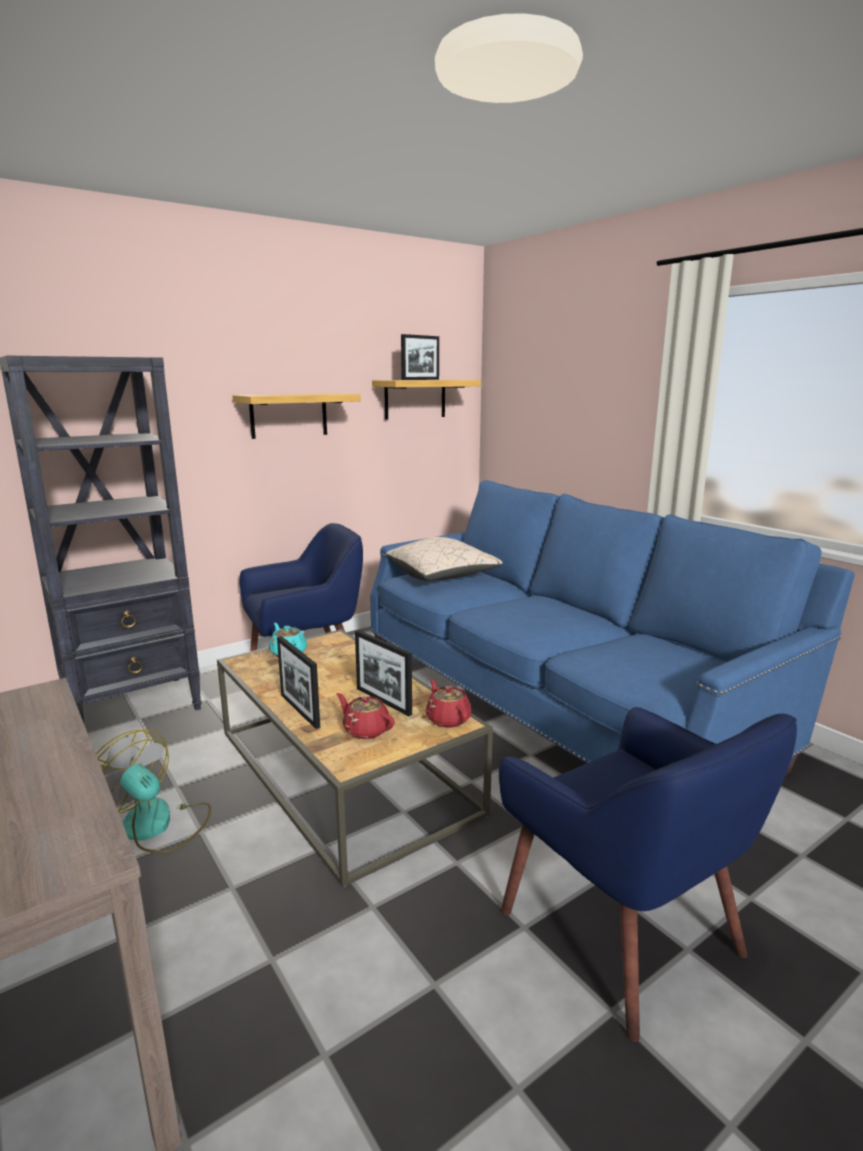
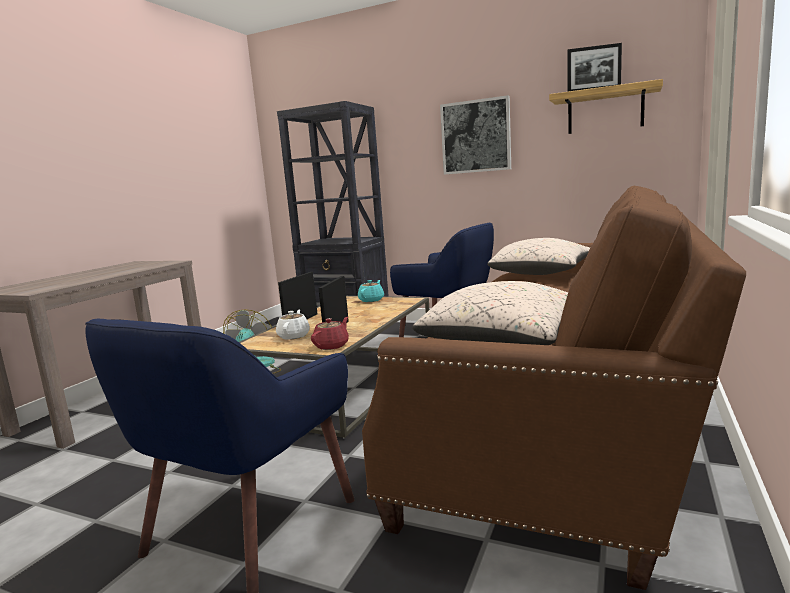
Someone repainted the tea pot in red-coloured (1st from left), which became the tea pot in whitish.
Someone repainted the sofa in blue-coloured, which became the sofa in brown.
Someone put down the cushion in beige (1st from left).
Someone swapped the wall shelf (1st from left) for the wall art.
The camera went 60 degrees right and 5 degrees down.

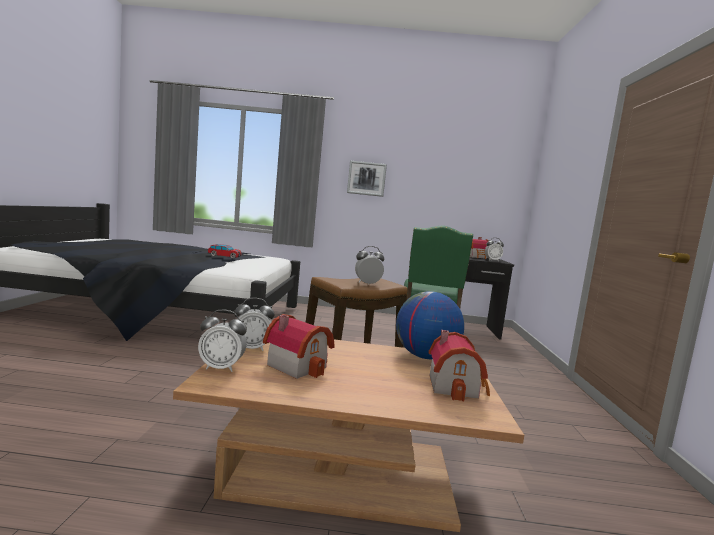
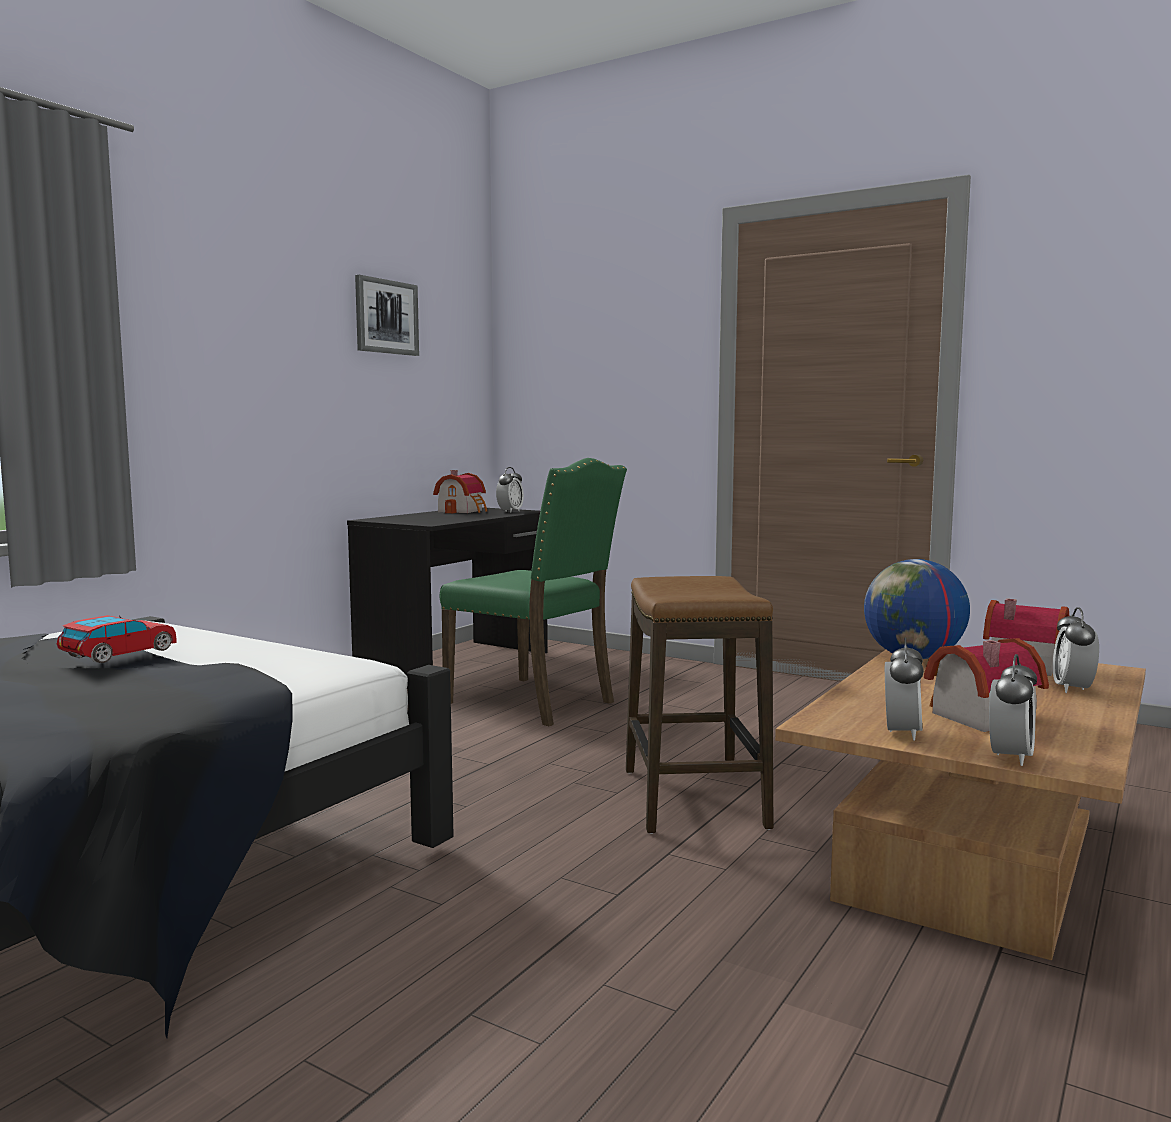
Someone carried the wall art.
Someone carried the alarm clock (3rd from left in the first image).
The camera went 60 degrees left and 0 degrees up.

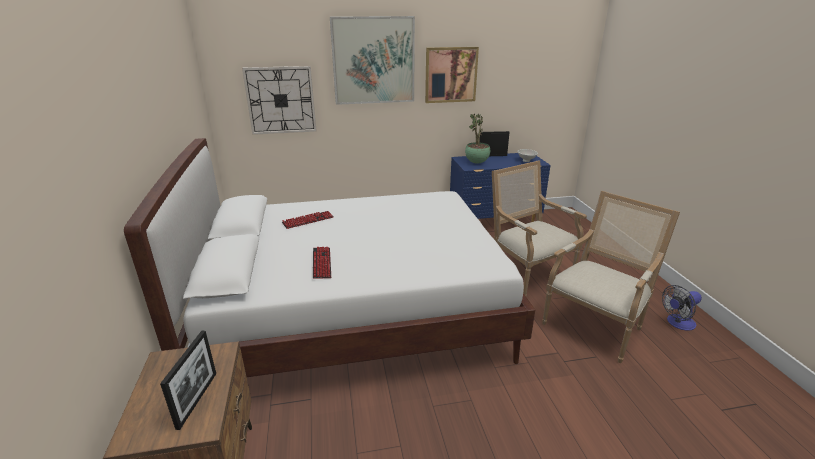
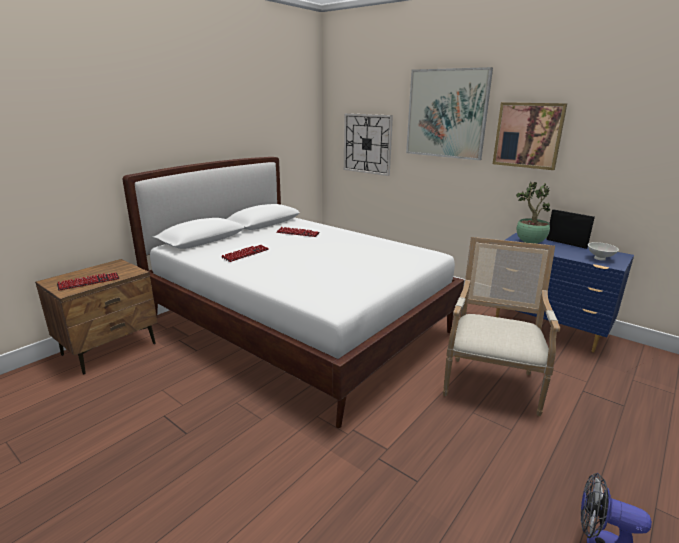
Someone swapped the picture frame (1st from left) for the keyboard (1st from left).
Someone took away the armchair (2nd from left).
The camera went 50 degrees right and 5 degrees down.

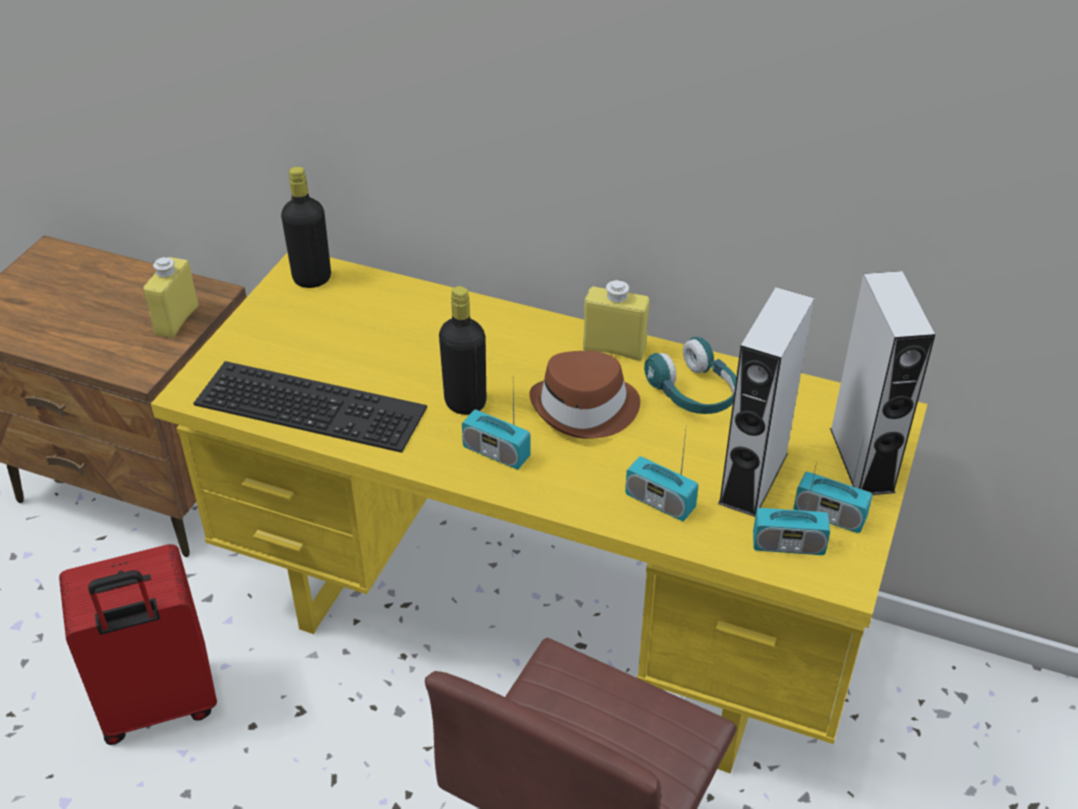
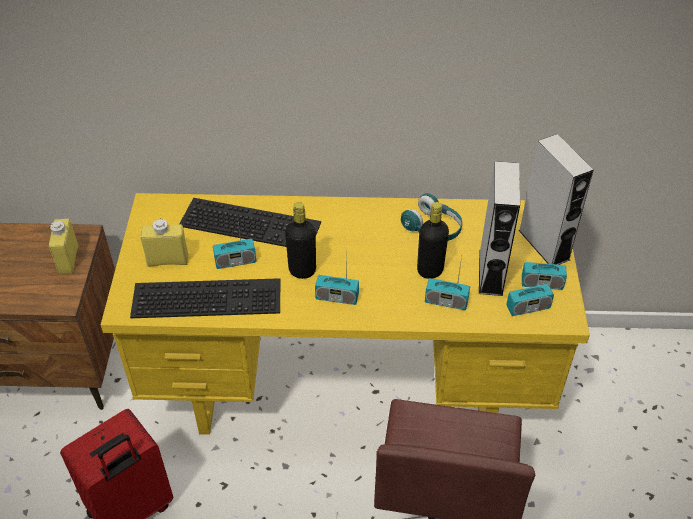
Someone carried the drink bottle in yellow (2nd from left).
Someone put down the keyboard (2nd from left).
Someone put down the radio (1st from left).
Someone carried the drink bottle in blackish (1st from left in the first image).
Someone took away the wearable hat in brown.
The camera went 20 degrees left and 5 degrees up.

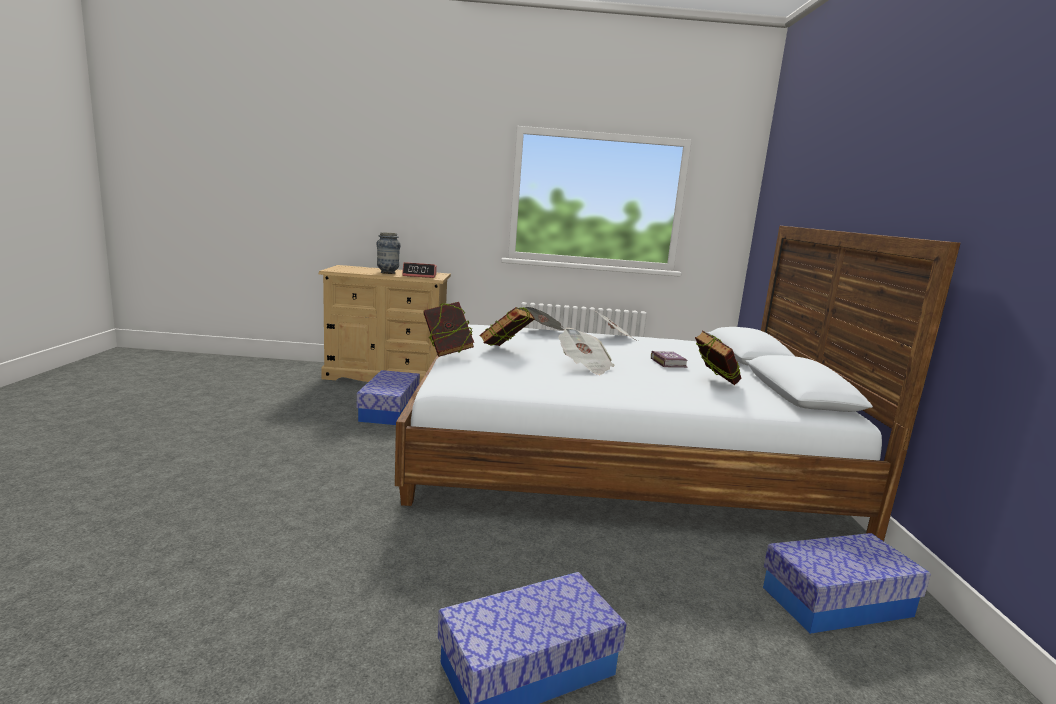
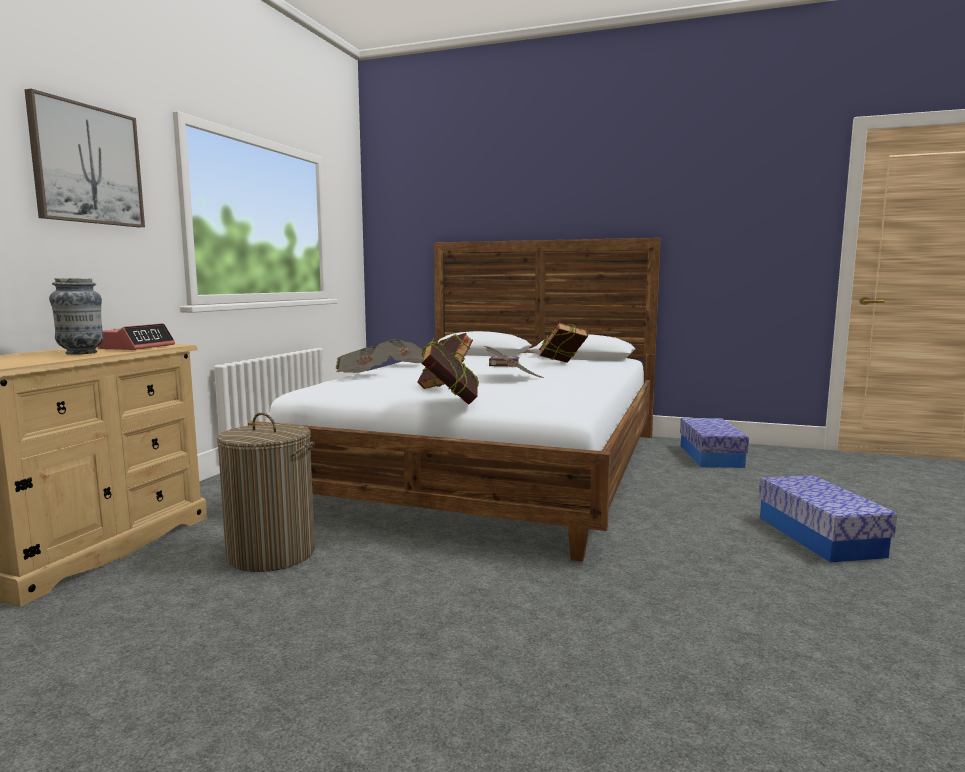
Someone put up the wall art.
Someone swapped the storage bin (1st from left) for the washing basket.
The camera went 70 degrees left and 5 degrees down.

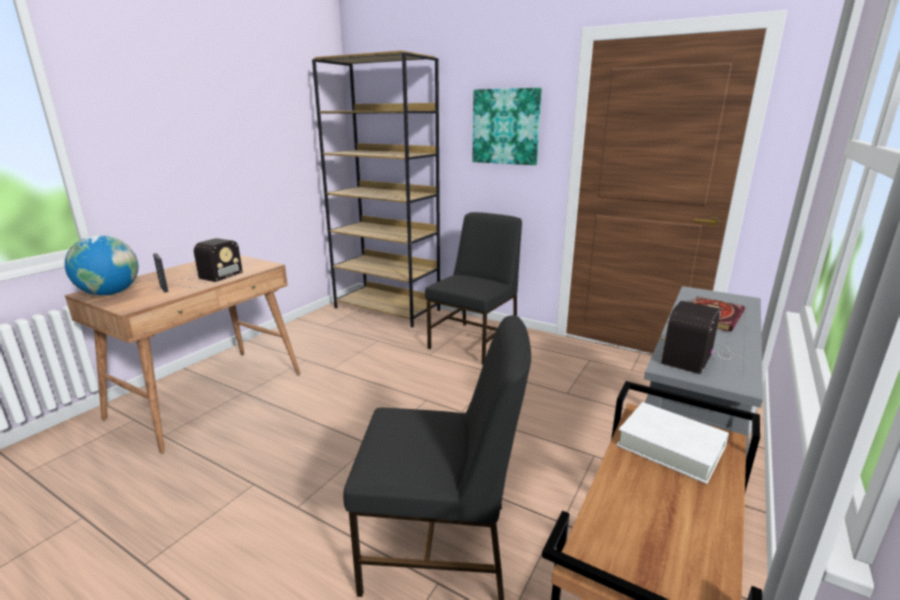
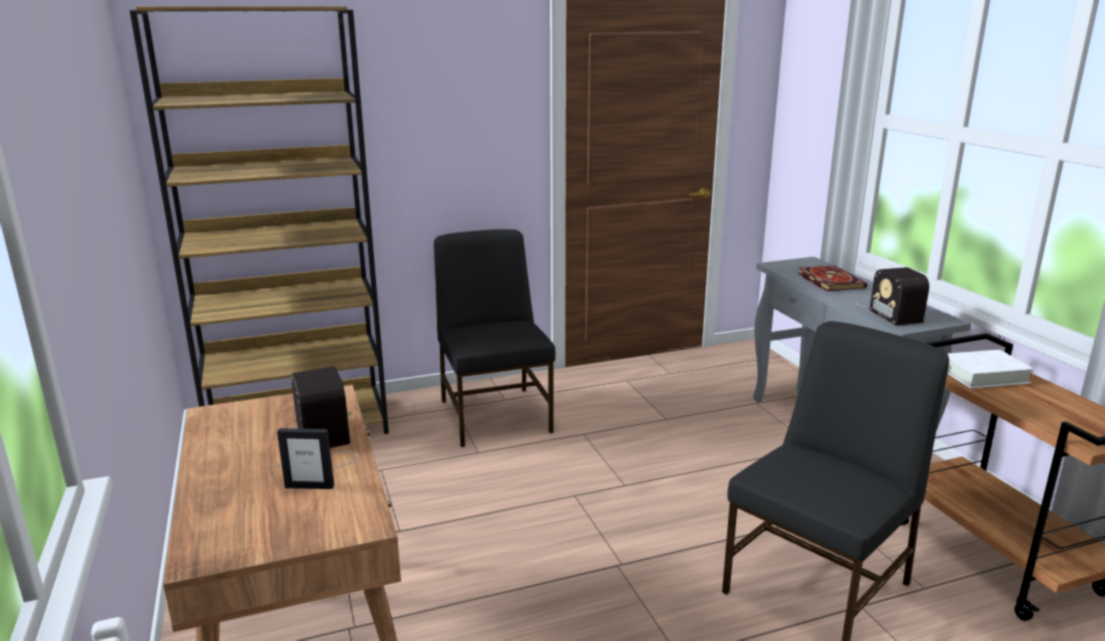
Someone took away the globe.
Someone took away the wall art.
The camera went 50 degrees left and 0 degrees up.

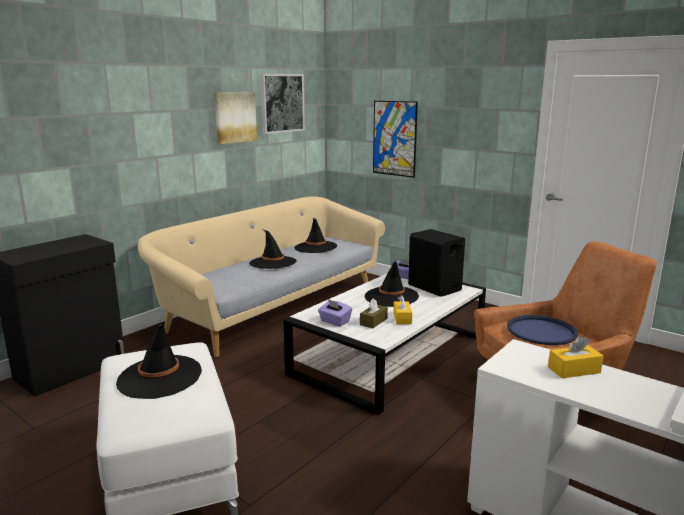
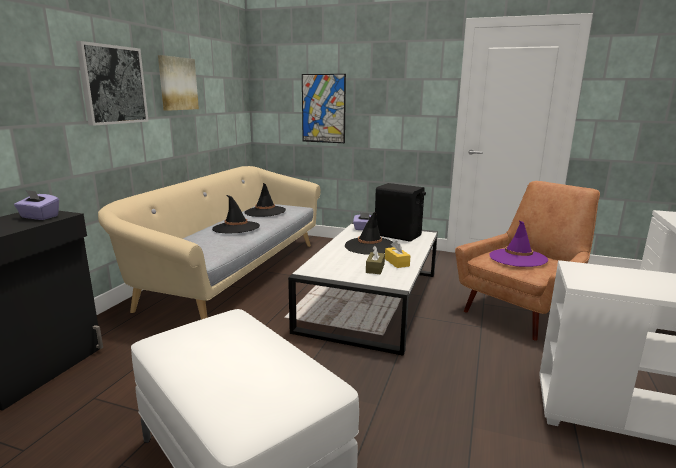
Someone carried the tissue box in purple (1st from left).
Someone carried the wall art (2nd from left in the first image).
Someone swapped the serving tray in blue-coloured for the wearable hat in purple.
Someone took away the wearable hat in blackish (1st from left).
Someone took away the tissue box in yellow (2nd from left).
The camera went 20 degrees left and 0 degrees up.

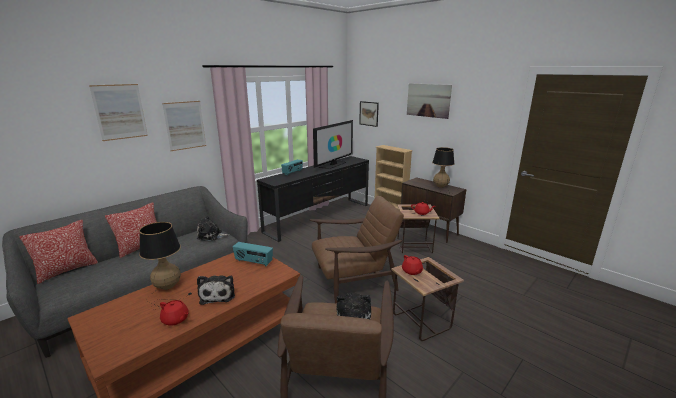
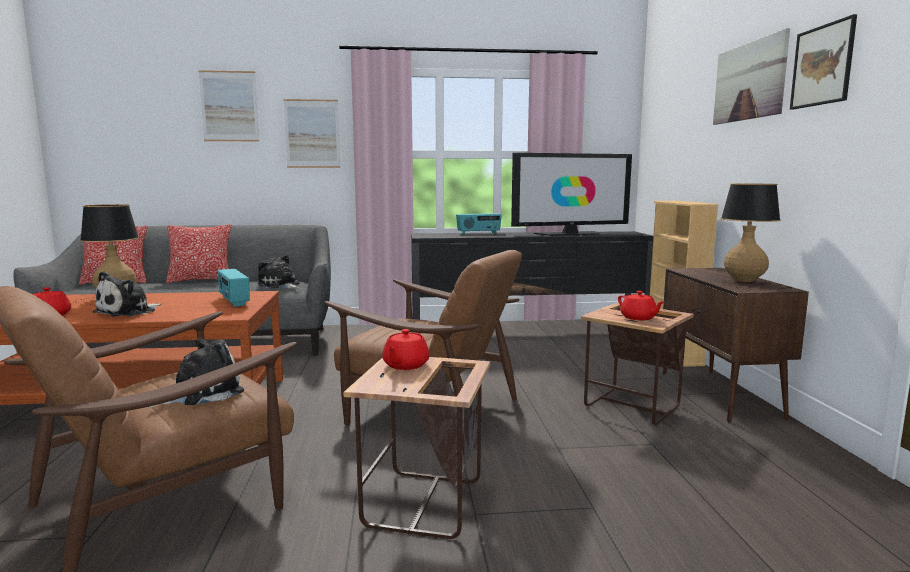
Someone carried the wall art (3rd from left in the first image).
The camera went 40 degrees right and 10 degrees down.

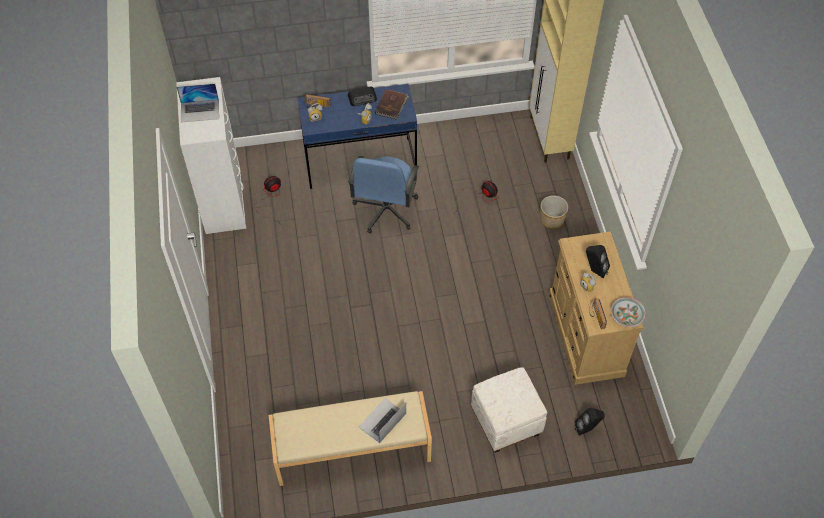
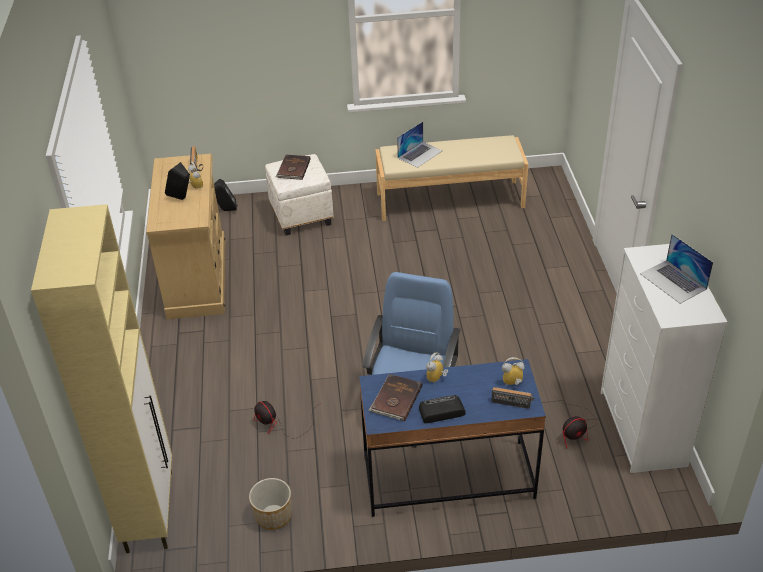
Someone carried the flower pot.
Someone put down the book in brown (1st from left).
Someone rotated the notebook computer (1st from left in the first image) by 120 degrees counterclockwise.
Someone took away the bowl.
The camera went 175 degrees left and 15 degrees down.

